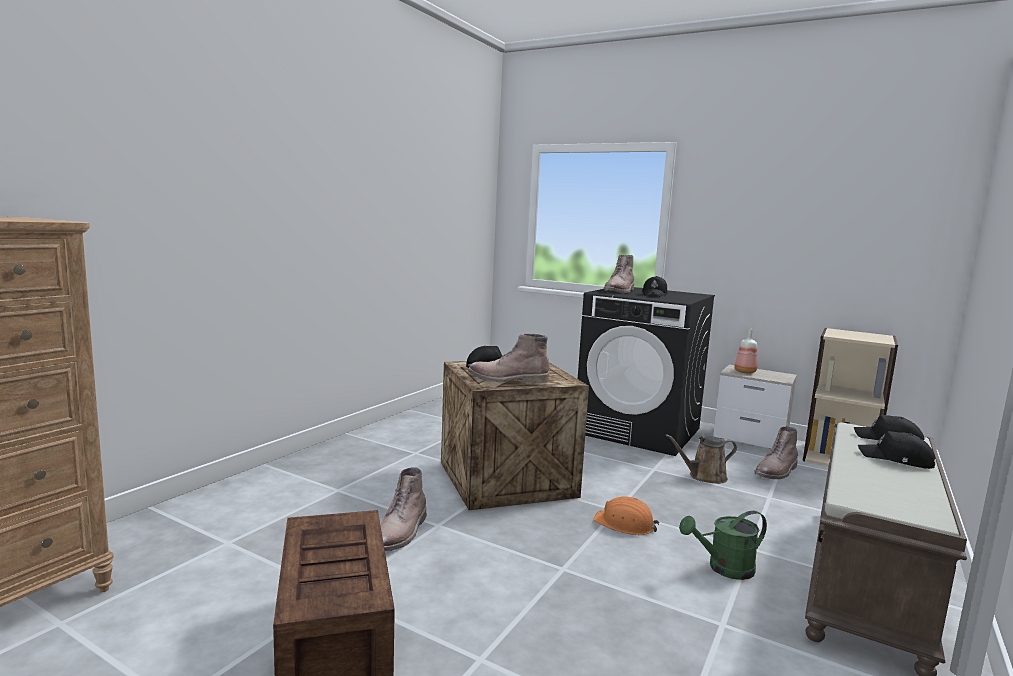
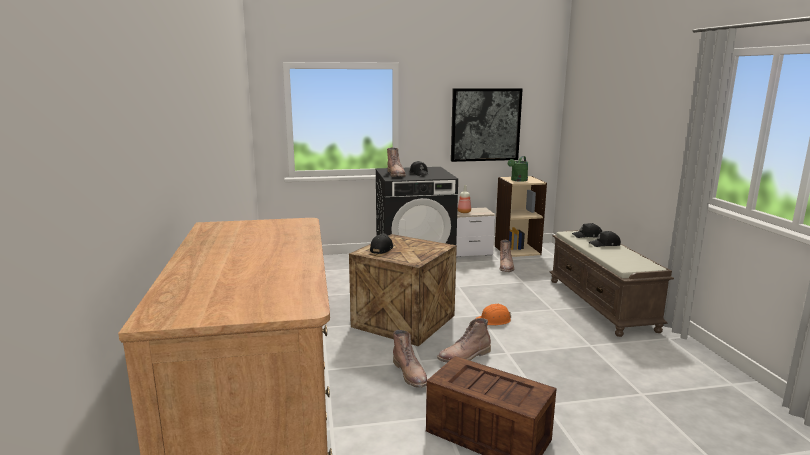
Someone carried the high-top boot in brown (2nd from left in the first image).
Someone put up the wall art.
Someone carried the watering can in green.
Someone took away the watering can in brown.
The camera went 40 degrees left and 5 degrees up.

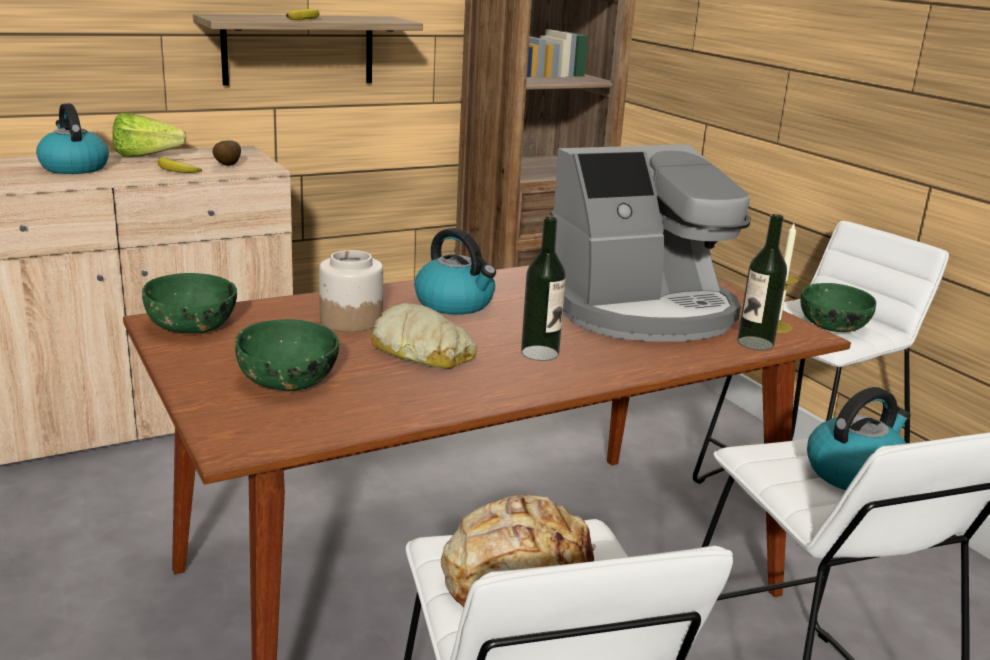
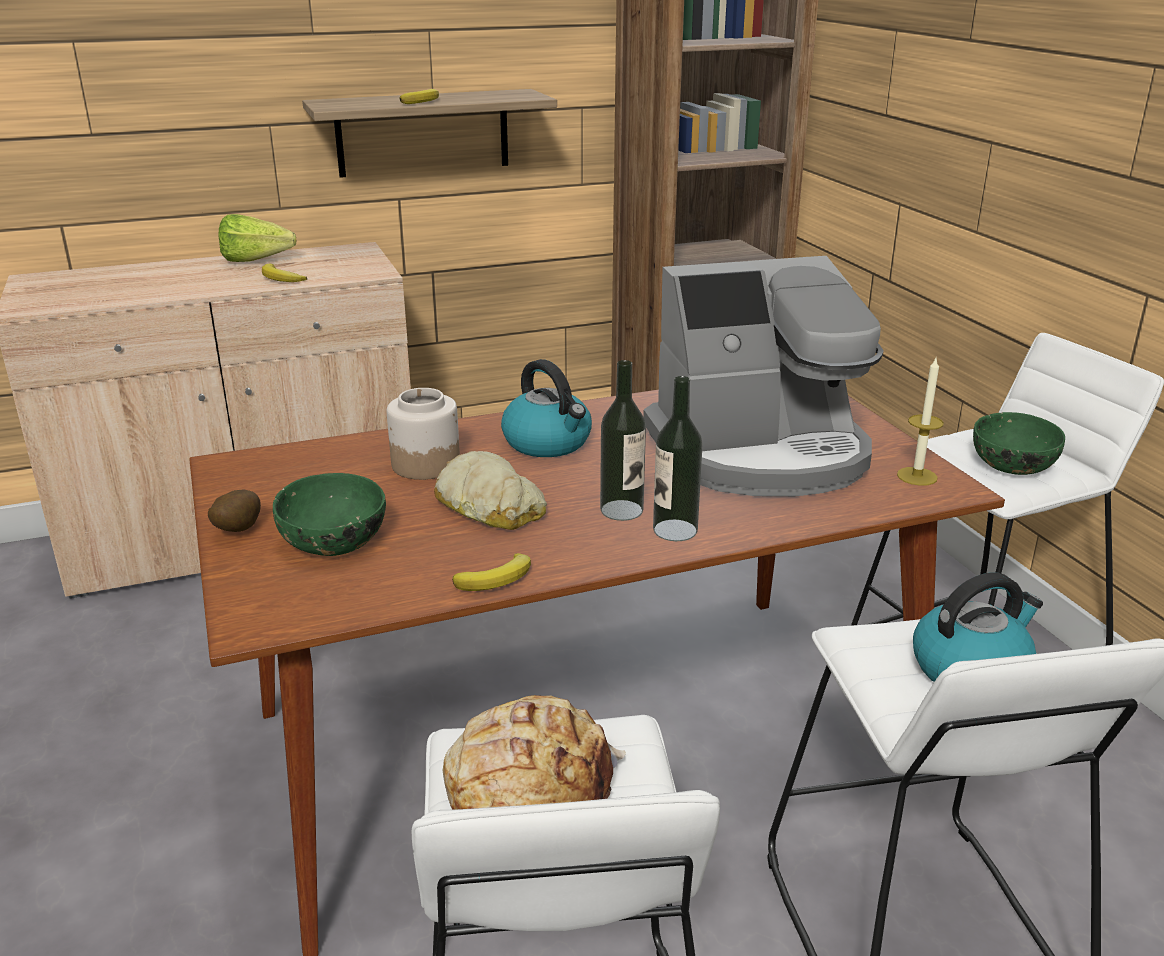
Someone carried the whole potato.
Someone put down the banana fruit (3rd from left).
Someone carried the drink bottle (2nd from left).
Someone took away the kettle (1st from left).
Someone took away the bowl in green (1st from left).
The camera went 10 degrees right and 5 degrees up.

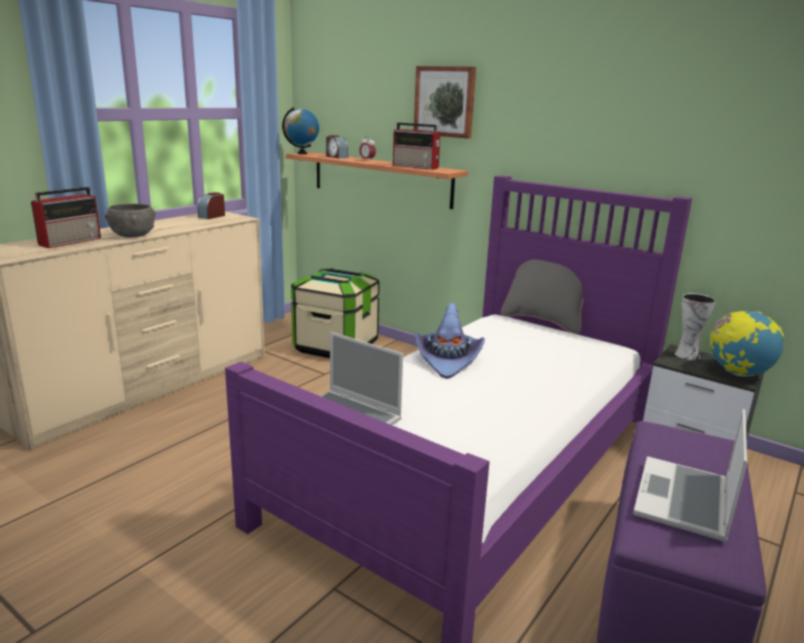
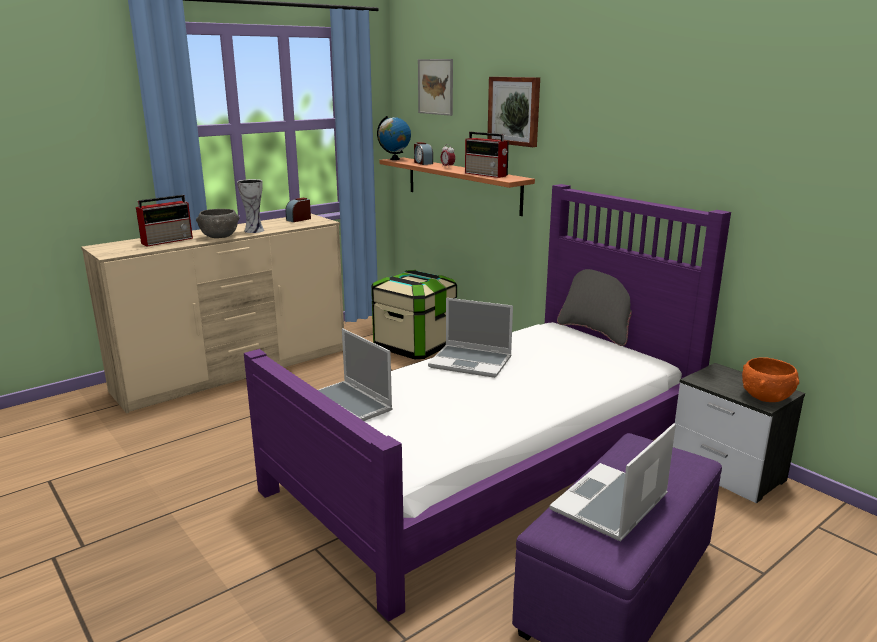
Someone carried the flower vase.
Someone put up the wall art (1st from left).
Someone swapped the wearable hat in purple for the notebook computer (2nd from left).
Someone swapped the globe (2nd from left) for the bowl in orangey.
The camera went 15 degrees right and 0 degrees up.

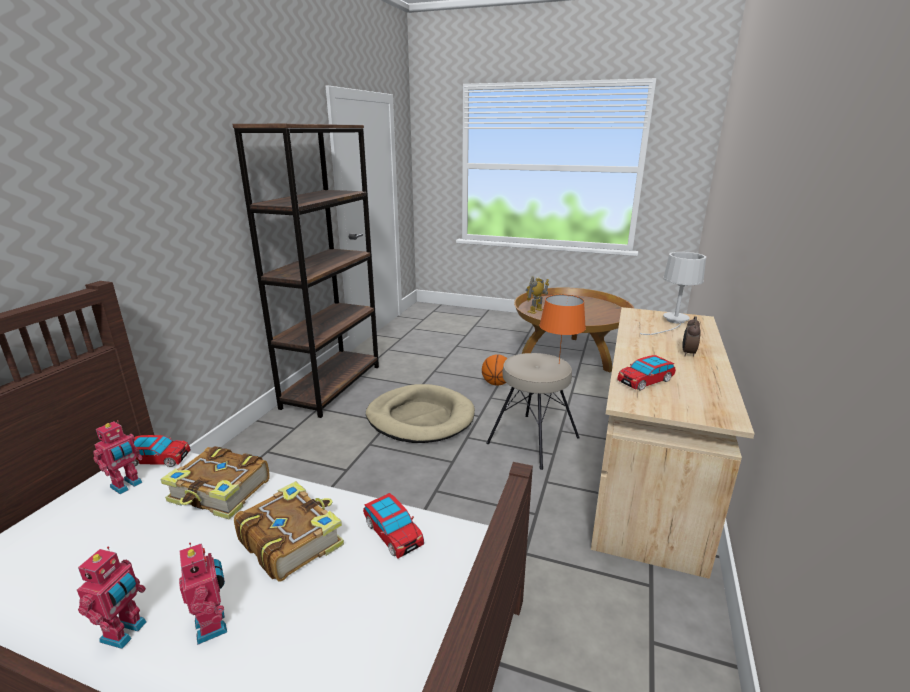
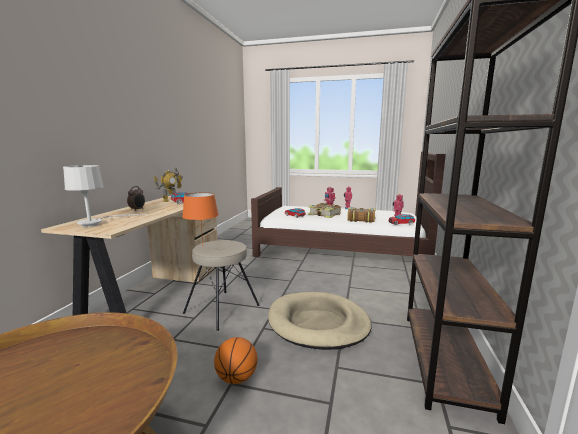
Someone carried the model robot (4th from left in the first image).
The camera went 175 degrees right and 10 degrees down.

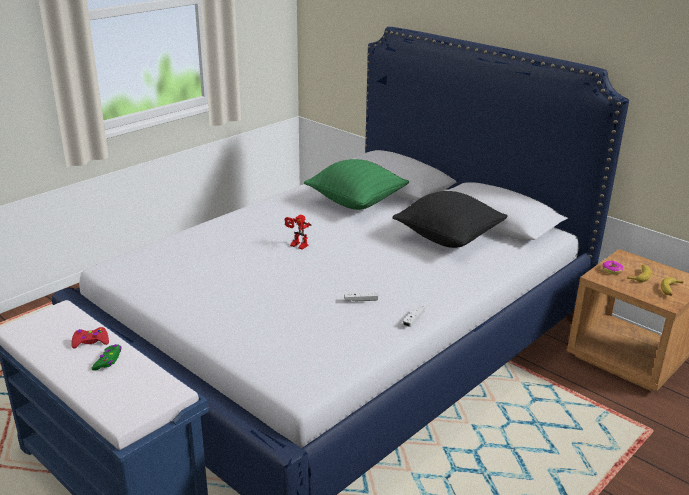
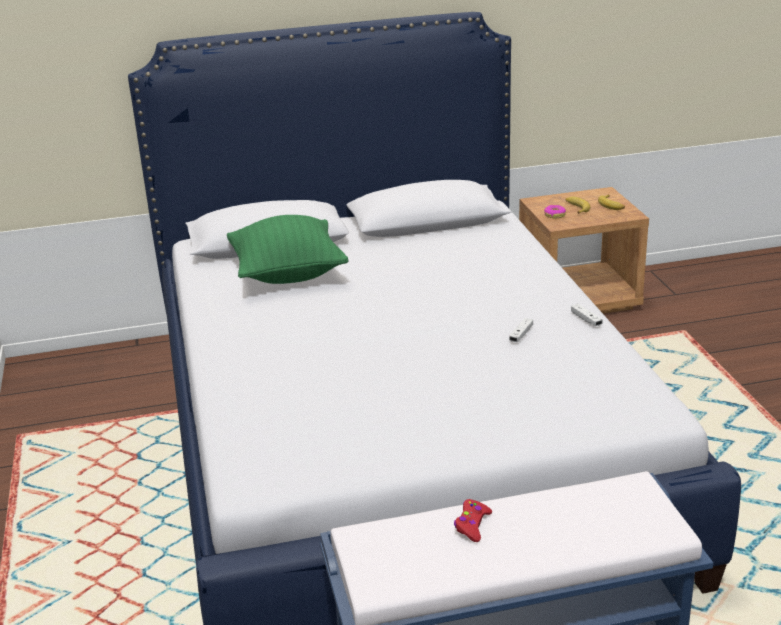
Someone took away the game controller in green.
Someone took away the model robot.
Someone took away the cushion in blackish.
The camera went 55 degrees left and 0 degrees up.

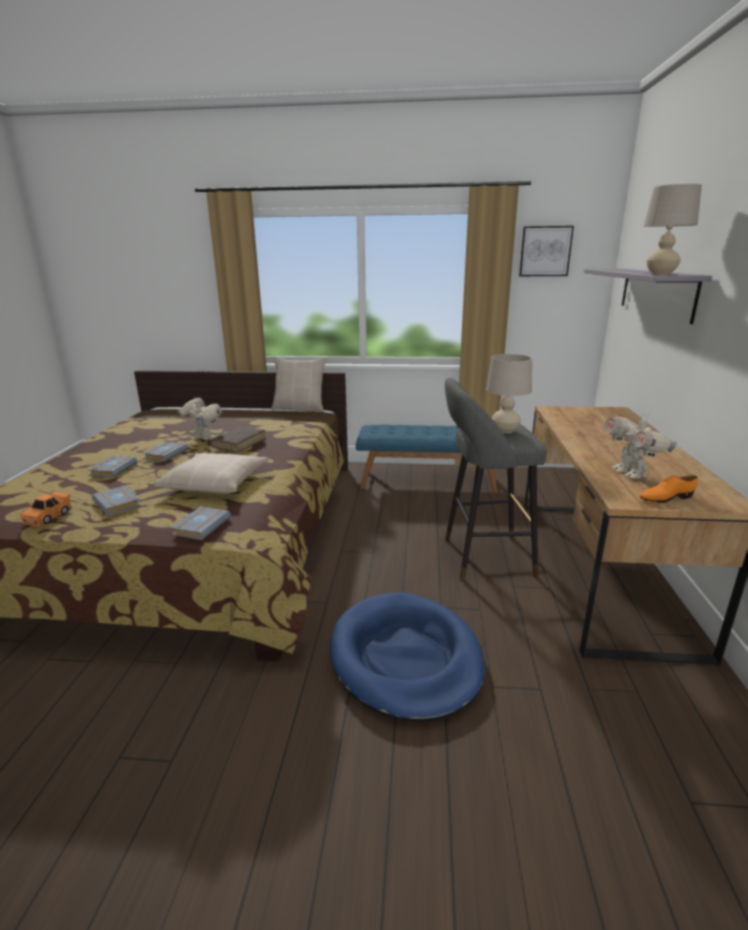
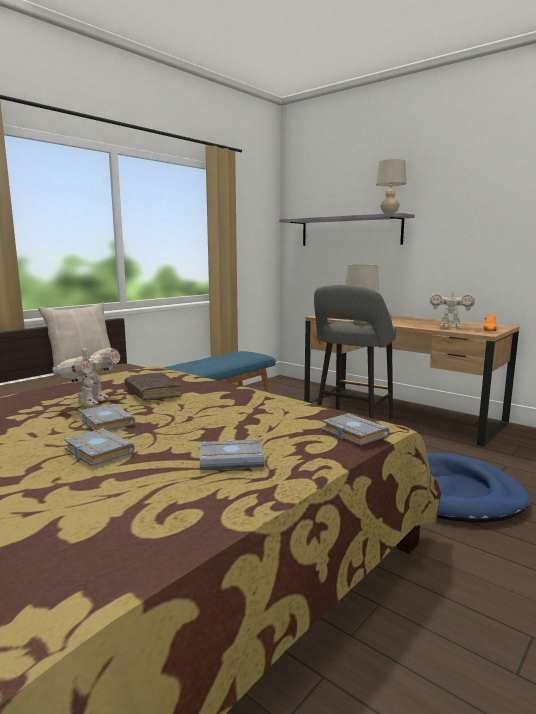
Someone rotated the model robot (1st from left) by 120 degrees clockwise.
Someone took away the model car in orangey.
Someone took away the cushion in beige (1st from left).
Someone took away the wall art.
The camera went 55 degrees left and 10 degrees down.

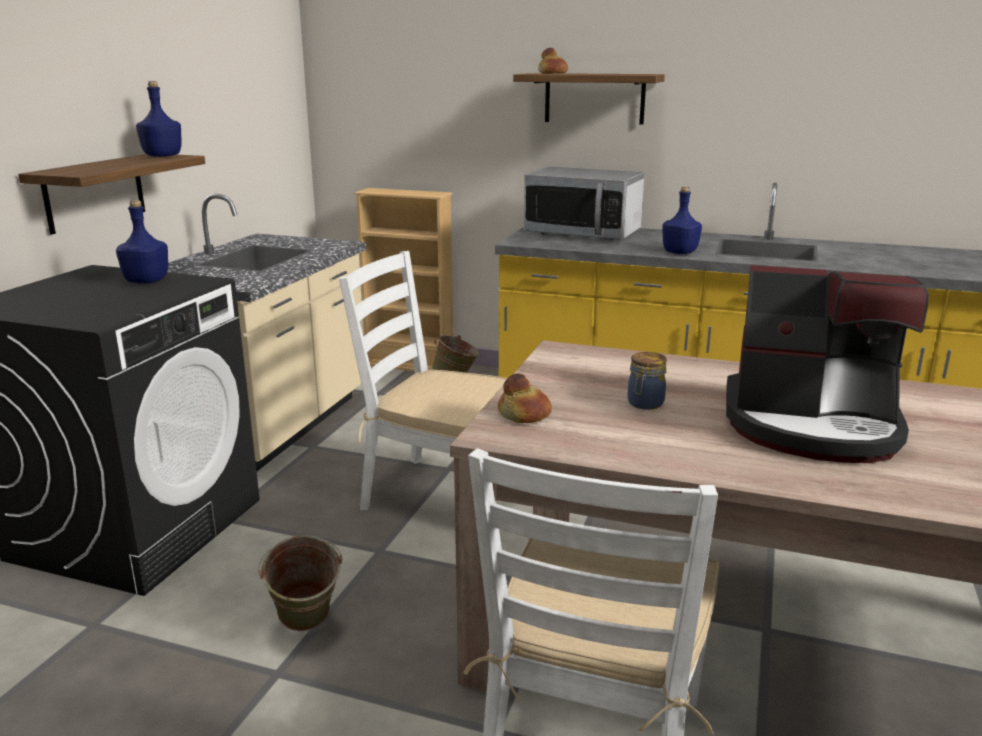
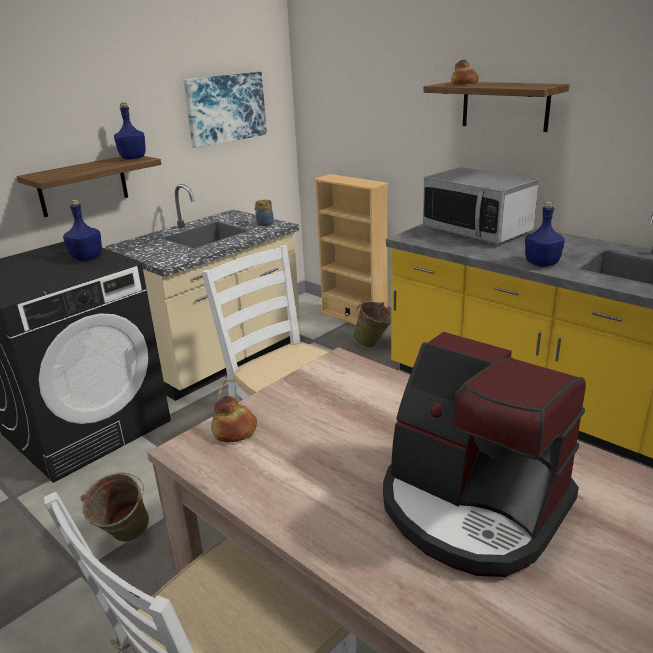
Someone put up the wall art.
Someone carried the jar.
The camera went 25 degrees right and 5 degrees up.

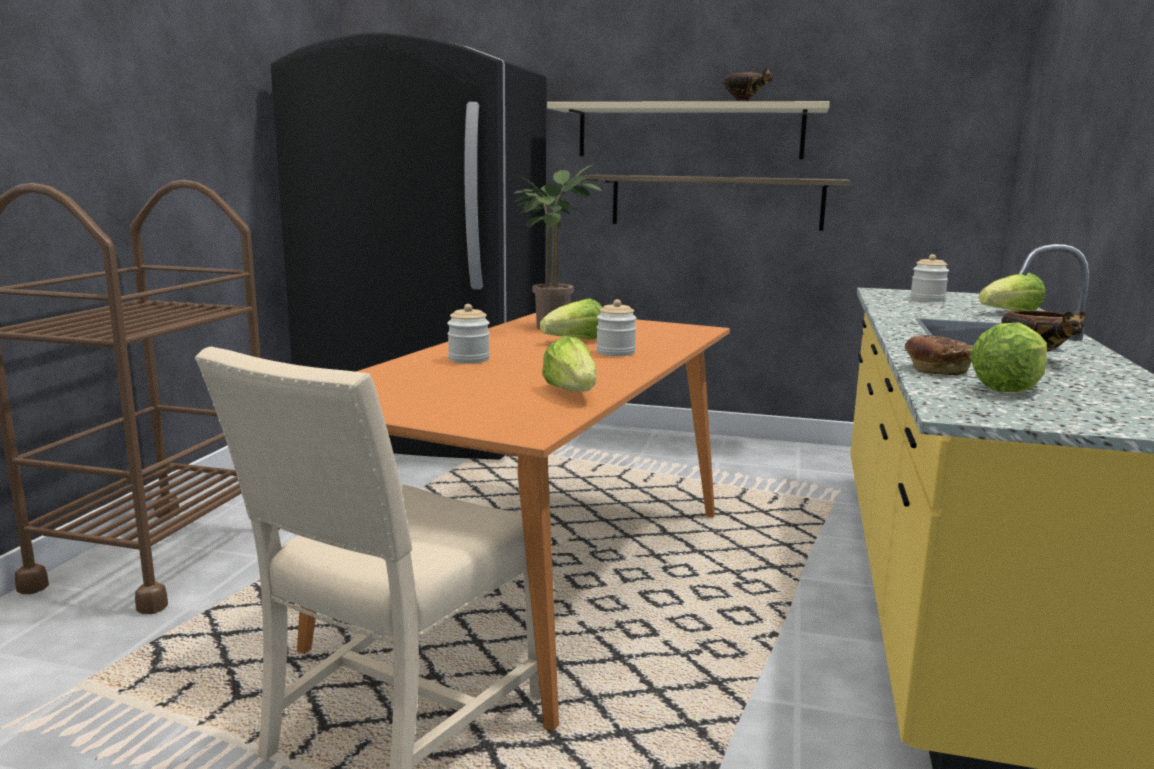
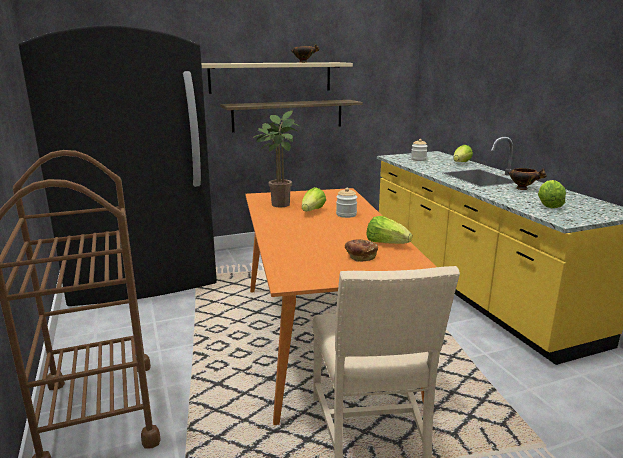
Someone carried the bakery bread.
Someone took away the jar (1st from left).
The camera went 35 degrees left and 5 degrees up.

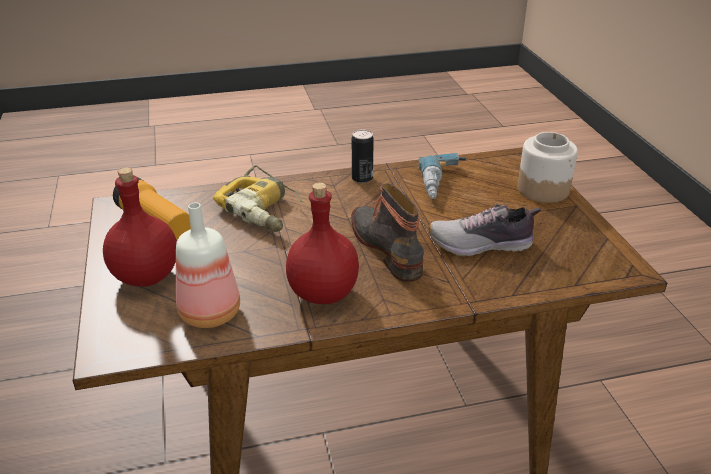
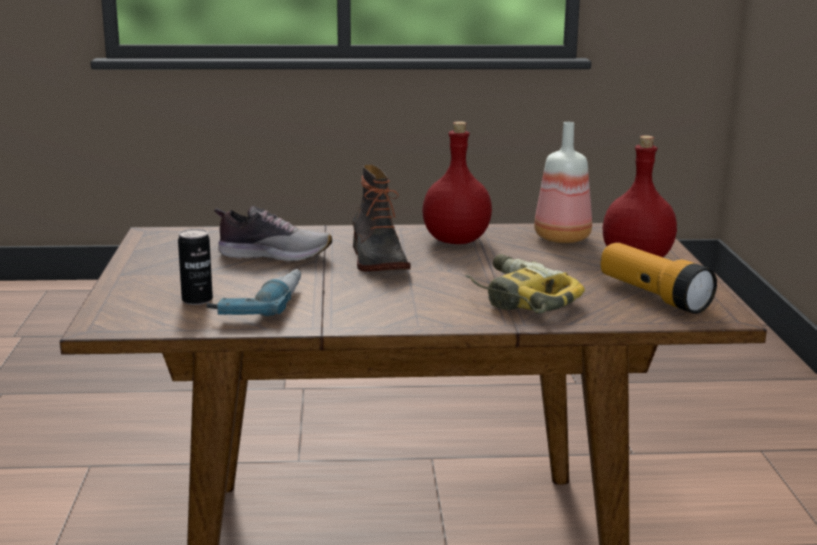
Someone carried the sealed can.
Someone took away the jar.
The camera went 170 degrees left and 15 degrees down.

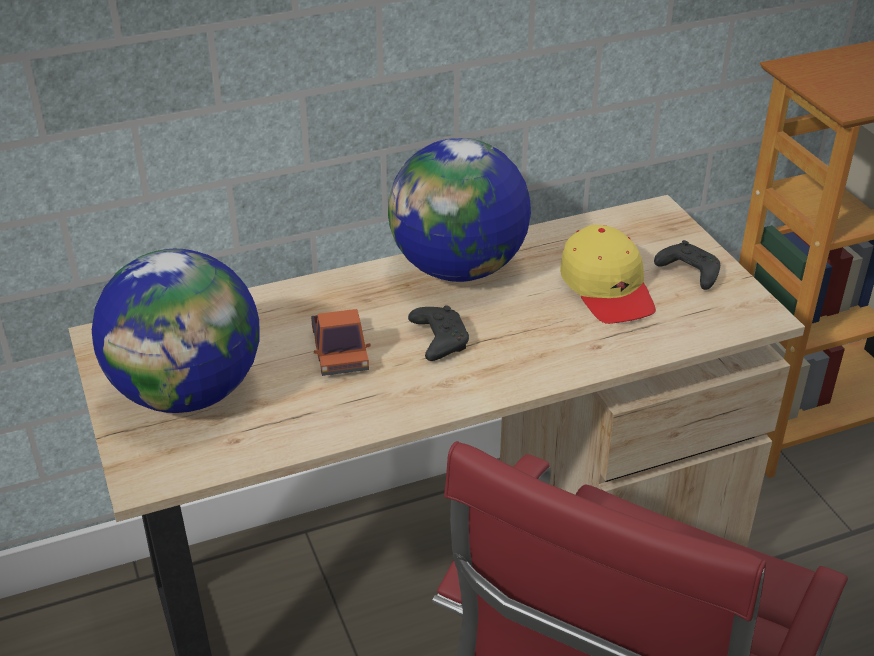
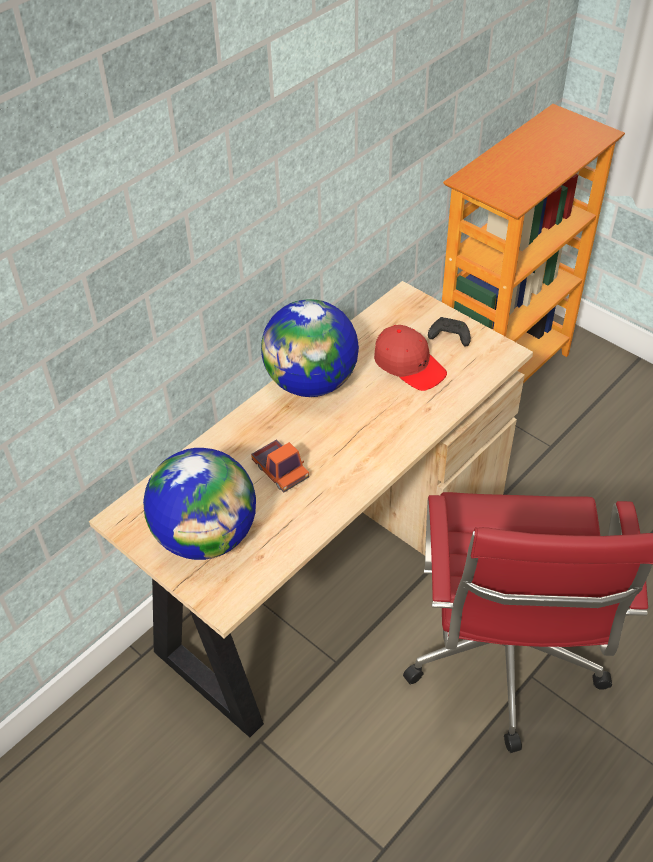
Someone repainted the peaked cap in yellow, which became the peaked cap in red-coloured.
Someone took away the game controller in blackish (1st from left).
The camera went 25 degrees left and 10 degrees up.

